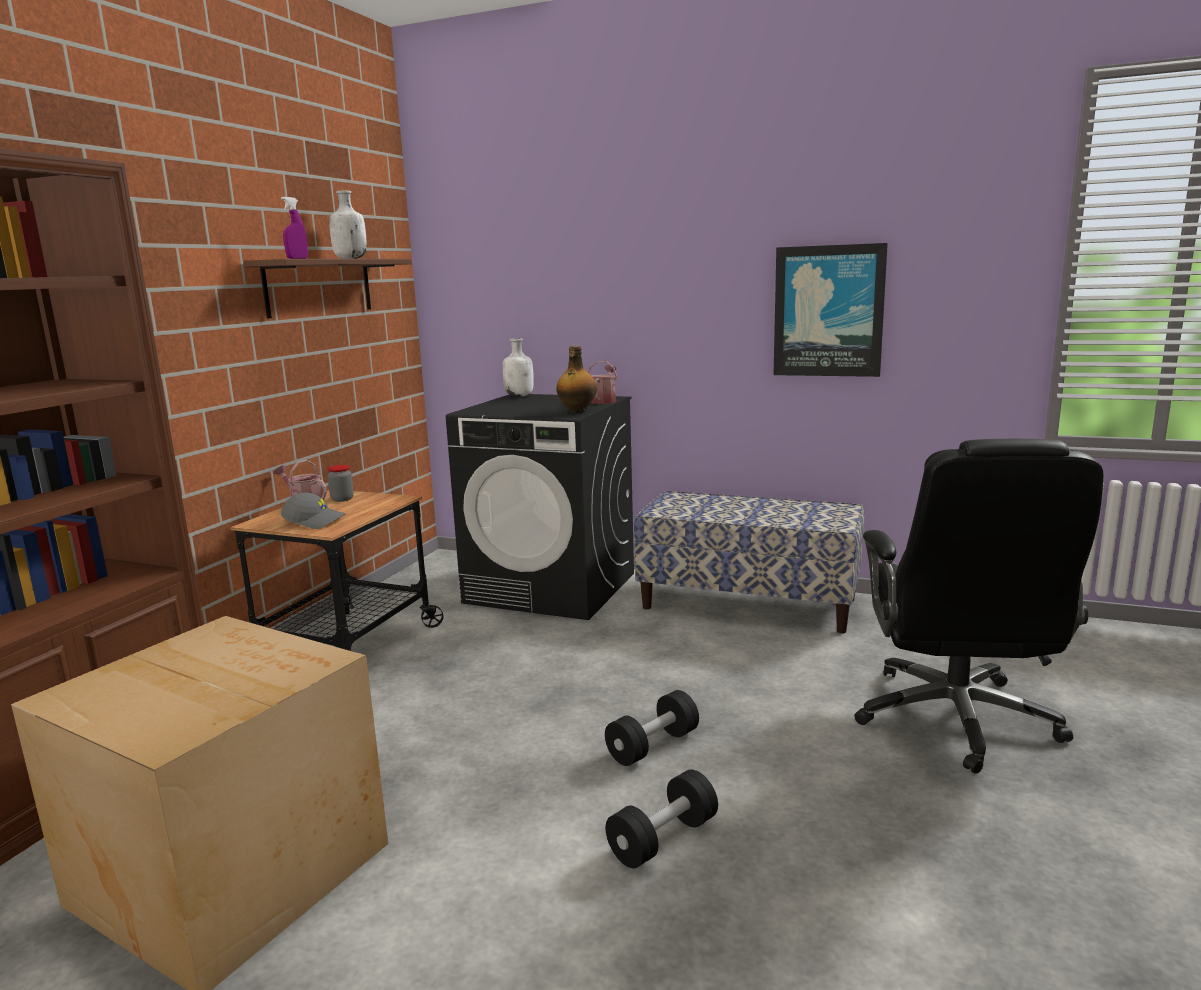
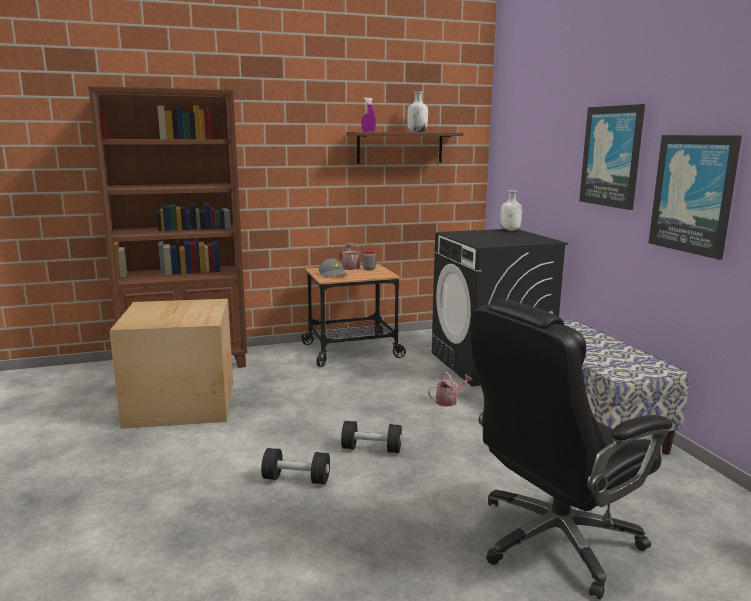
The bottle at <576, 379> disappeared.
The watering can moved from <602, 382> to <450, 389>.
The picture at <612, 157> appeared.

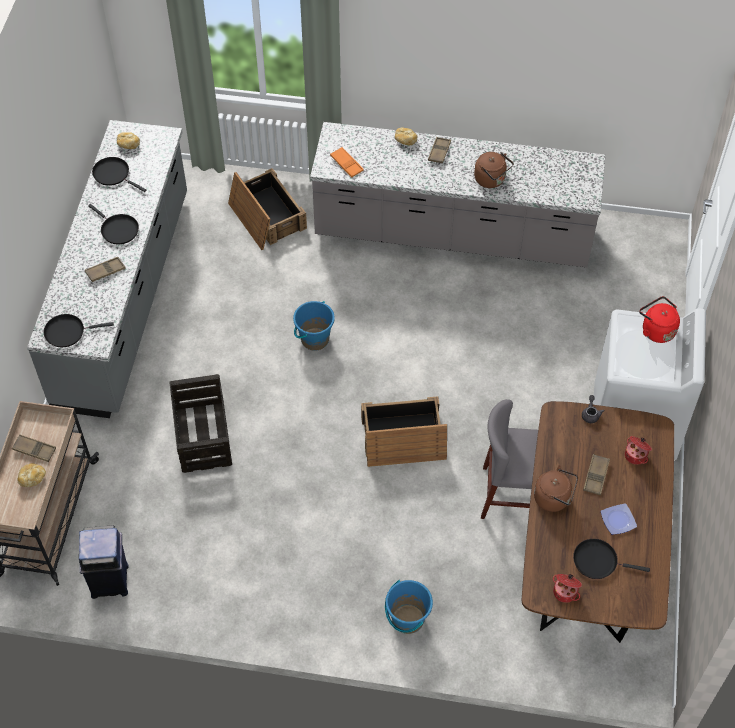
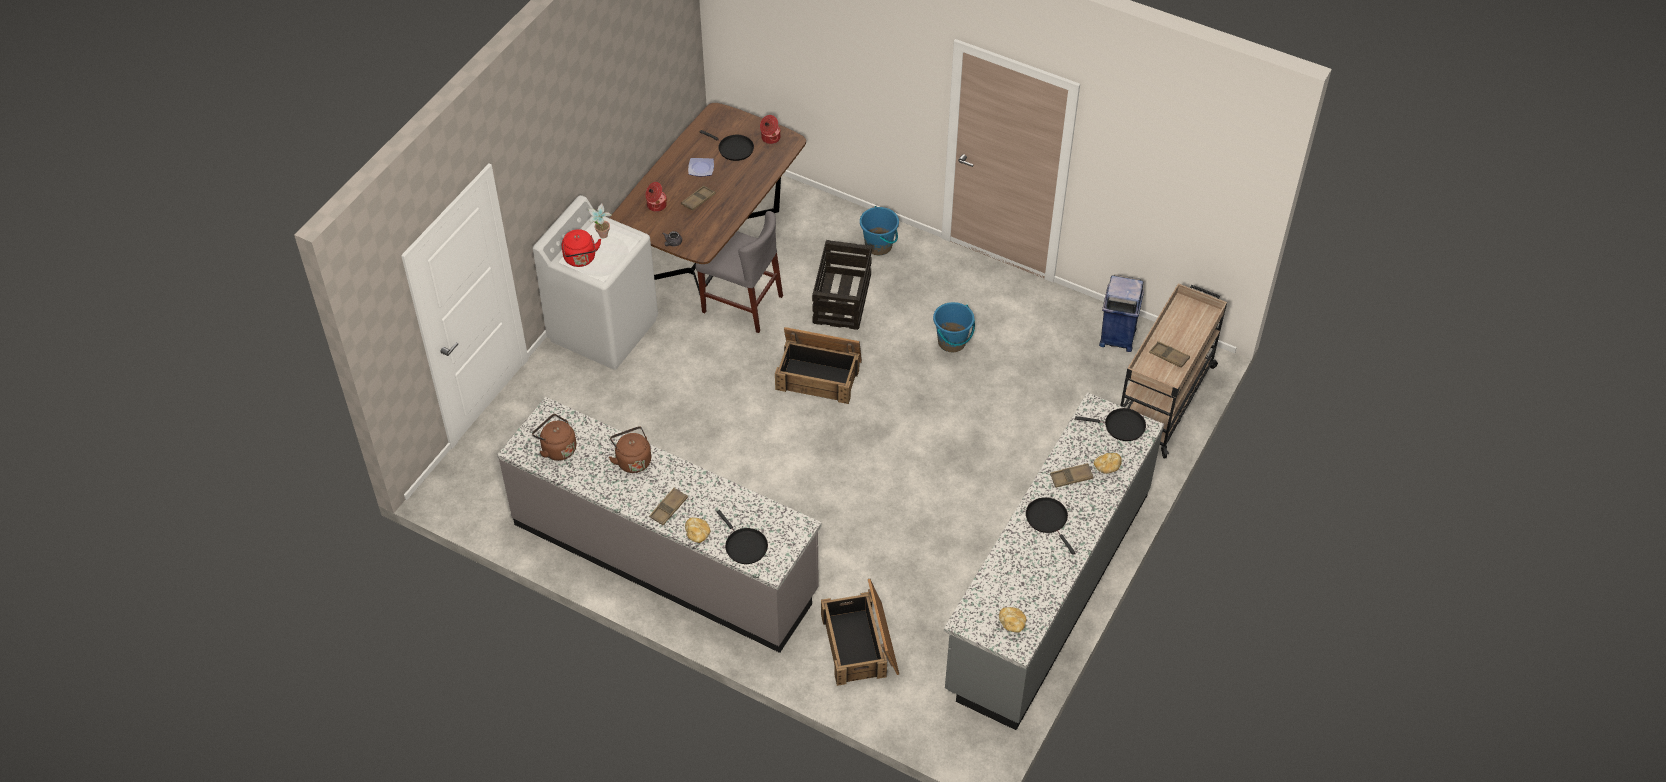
The bread moved from <31, 475> to <1108, 463>.
The frying pan (black) moved from <119, 174> to <742, 537>.
The crate moved from <200, 423> to <842, 285>.
The bucket (blue) moved from <314, 326> to <954, 327>.
The tray (orange) at <347, 162> disappeared.
The kettle (brown) moved from <556, 488> to <554, 437>.
The potted plant at <599, 220> appeared.

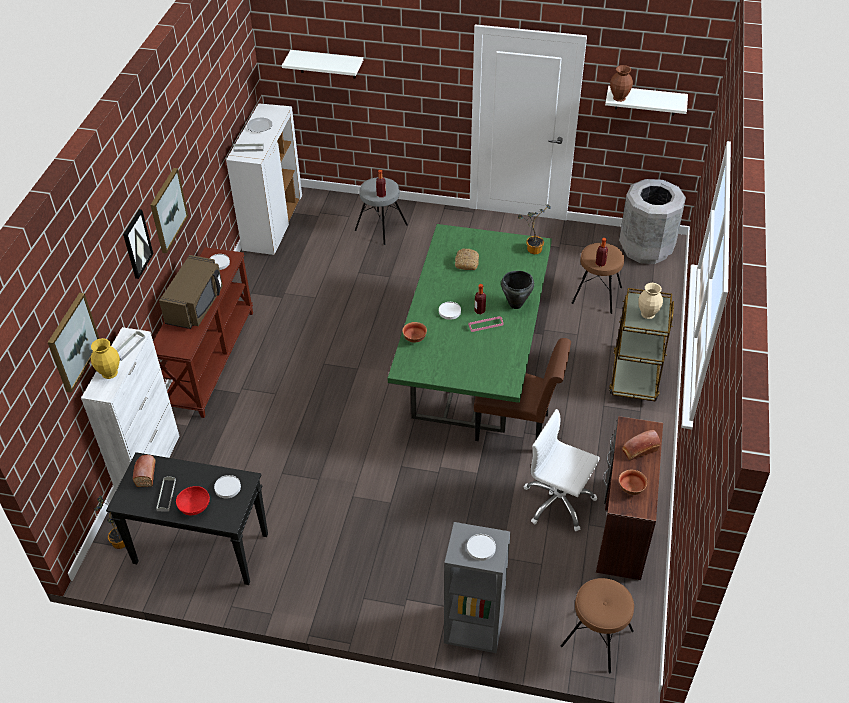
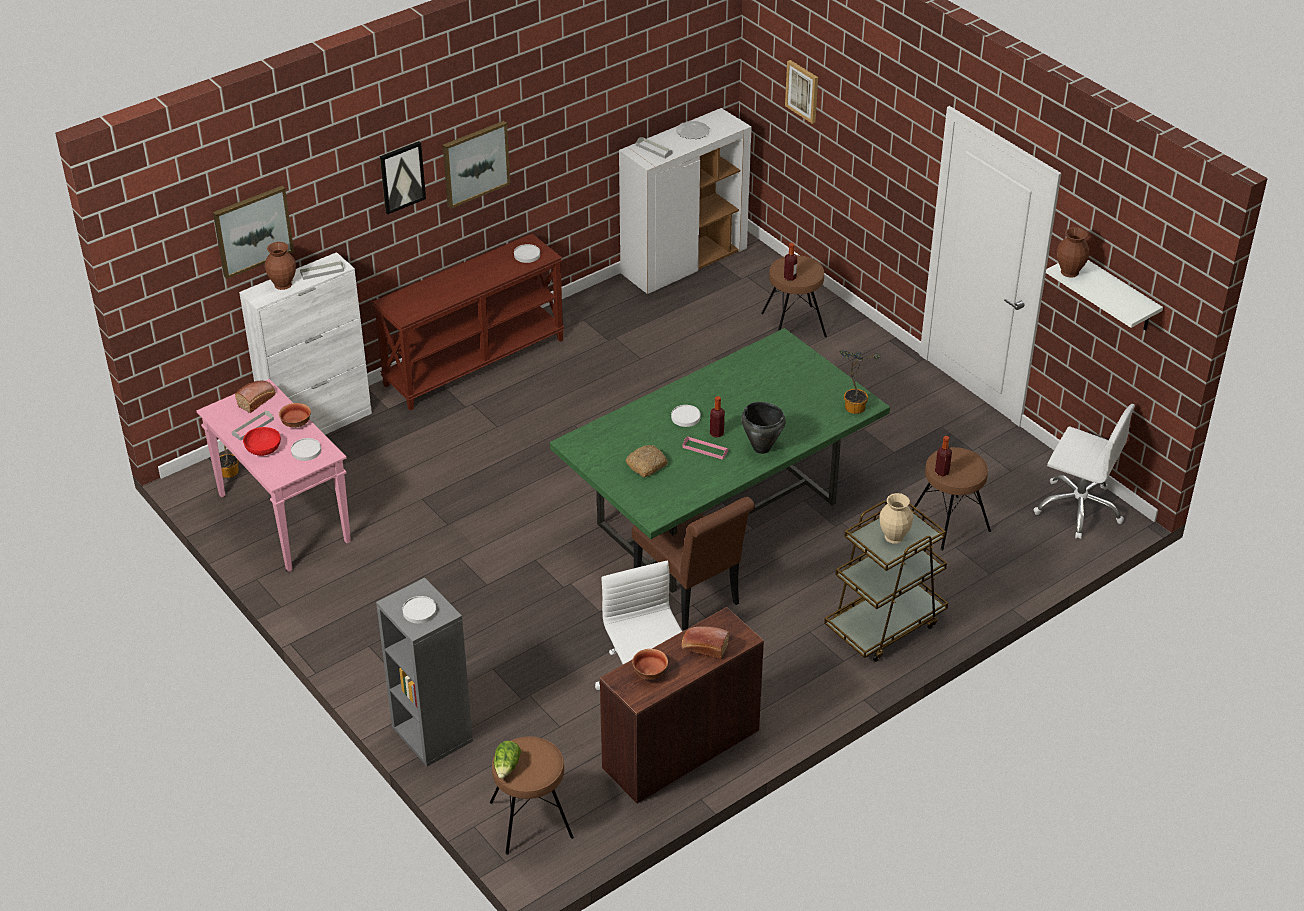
The vase (yellow) at <105, 358> became the vase (brown) at <280, 266>.
The console table (black) at <187, 518> became the console table (pink) at <273, 475>.
The microwave (brown) at <191, 292> disappeared.
The shelf (white) at <322, 64> was replaced by the picture at <801, 92>.
The stool (grey) at <381, 211> became the stool (brown) at <794, 296>.
The bowl moved from <414, 332> to <295, 415>.
The bread moved from <467, 259> to <646, 461>.
The trash can (grey) at <652, 221> was replaced by the office chair (white) at <1084, 471>.
The lettuce at <507, 760> appeared.

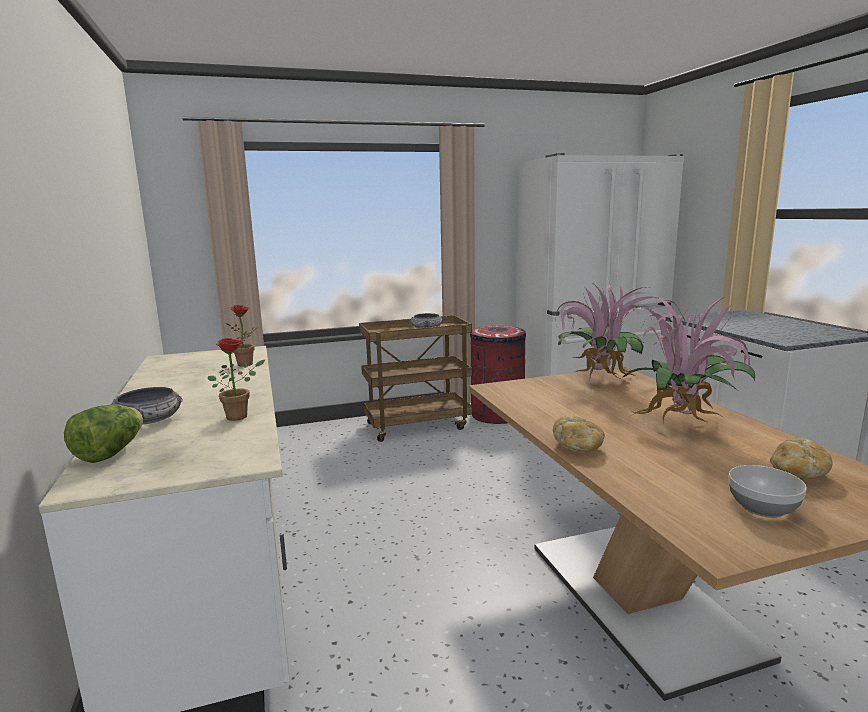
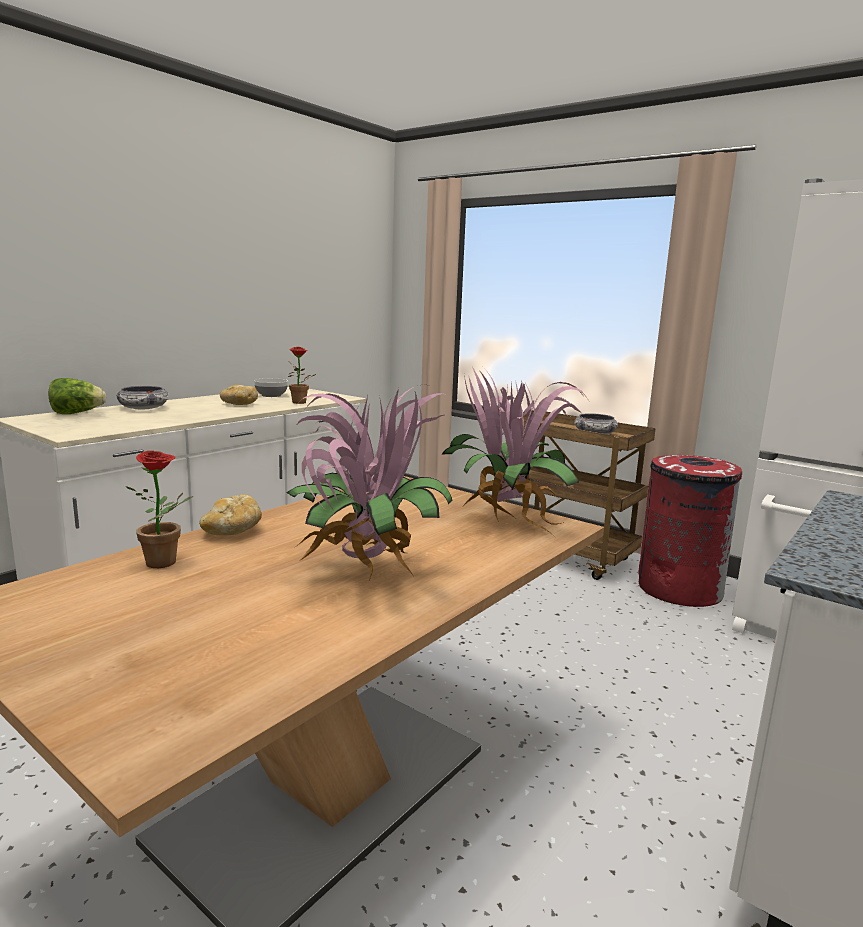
The potted plant moved from <236, 379> to <159, 509>.
The bowl moved from <768, 491> to <271, 387>.
The bread moved from <801, 458> to <239, 395>.

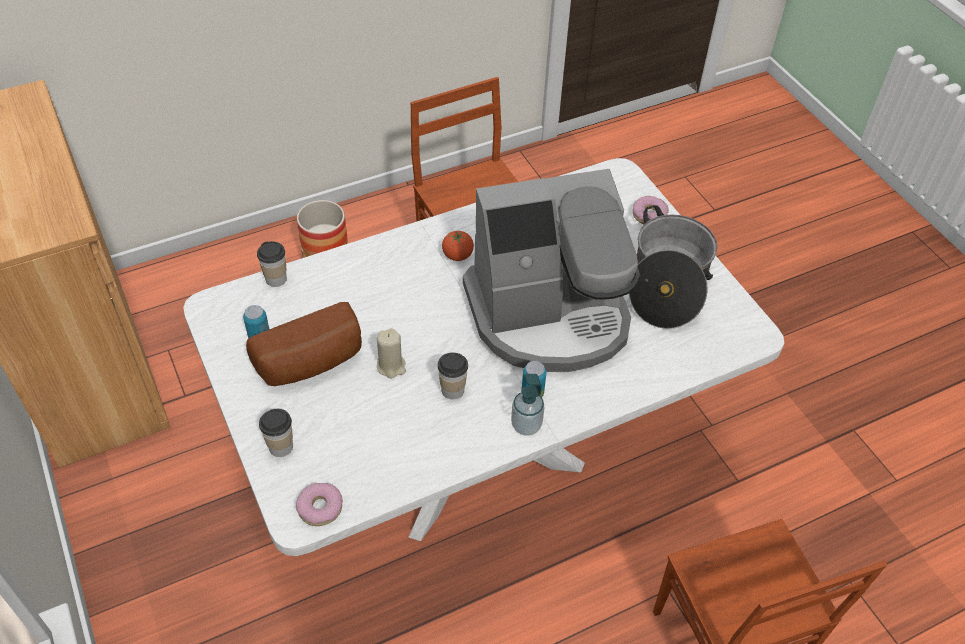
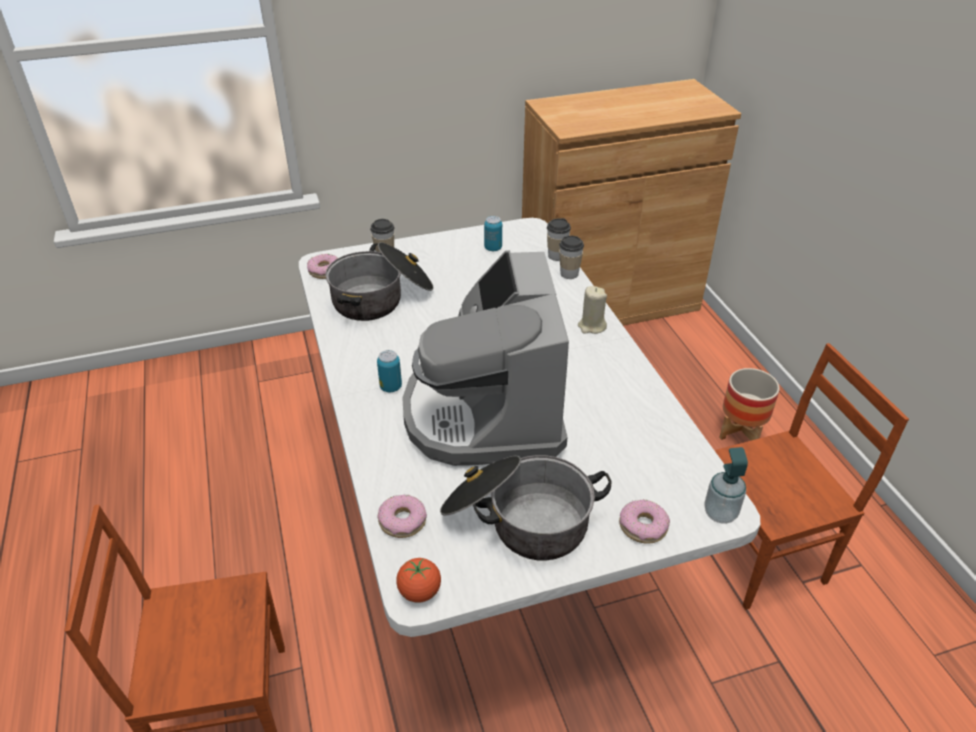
The bread at <304, 344> disappeared.
The candle (beige) moved from <391, 353> to <592, 310>.
The cup moved from <453, 376> to <571, 257>.
The tomato moved from <458, 246> to <418, 580>.
The soap dispenser moved from <528, 405> to <726, 485>.
The cooking pot at <379, 281> appeared.
The donut at <402, 516> appeared.

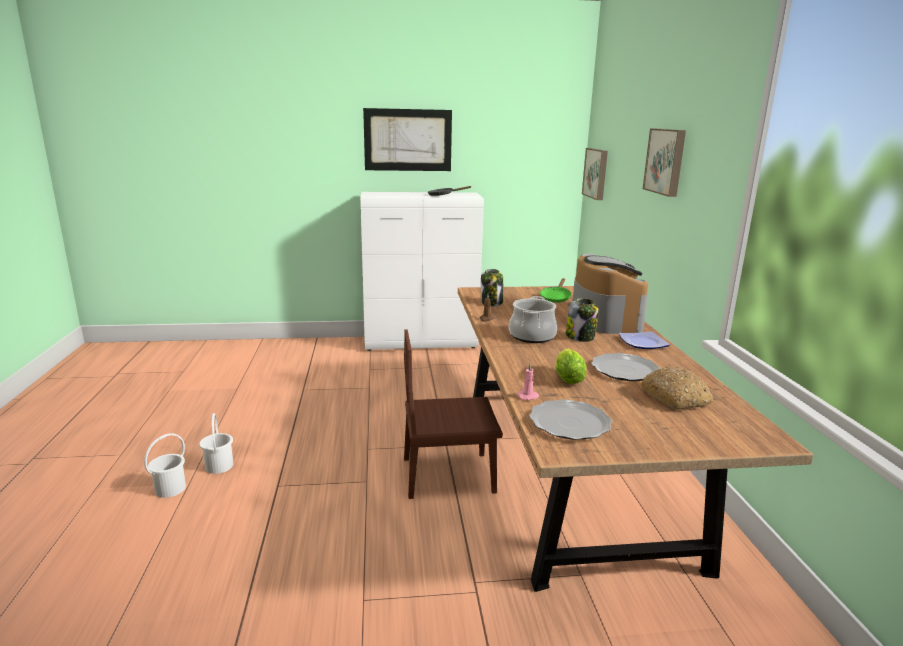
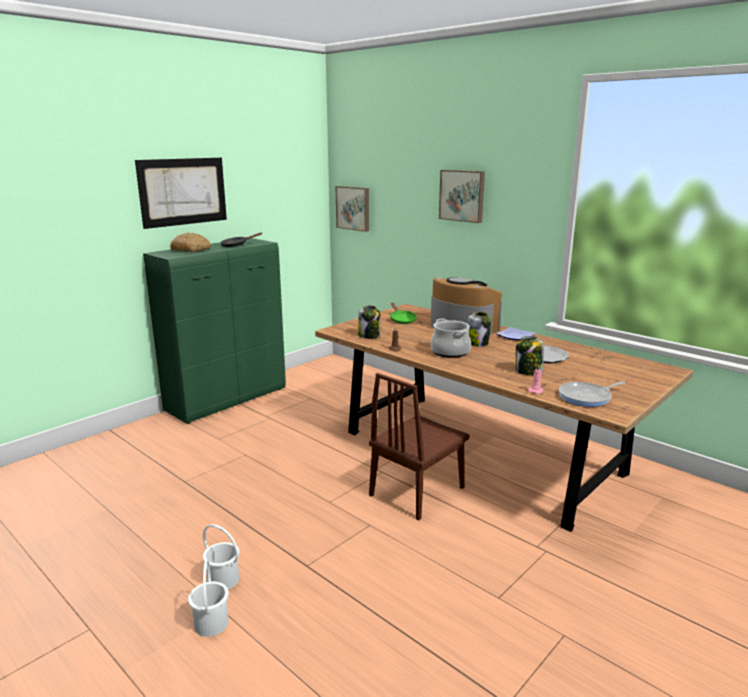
The cabinet (white) at <422, 271> became the cabinet (green) at <214, 331>.
The plate at <570, 419> was replaced by the frying pan at <592, 394>.
The lettuce at <571, 366> was replaced by the jar at <530, 355>.
The bread moved from <677, 388> to <190, 242>.

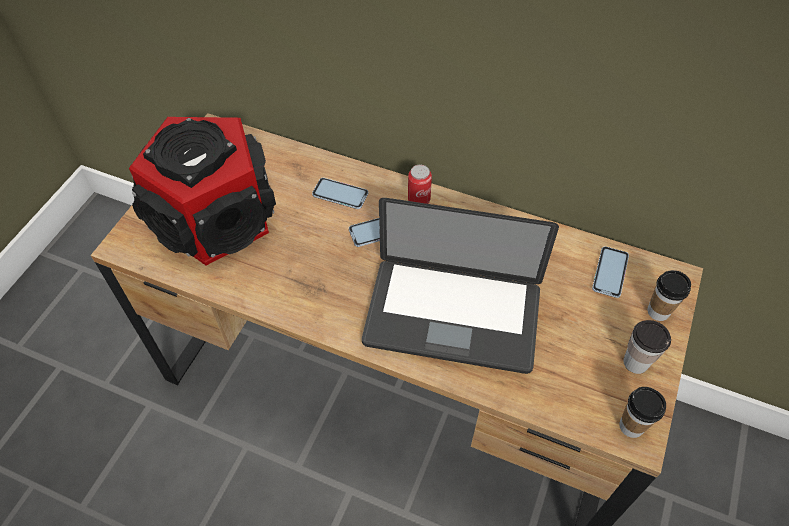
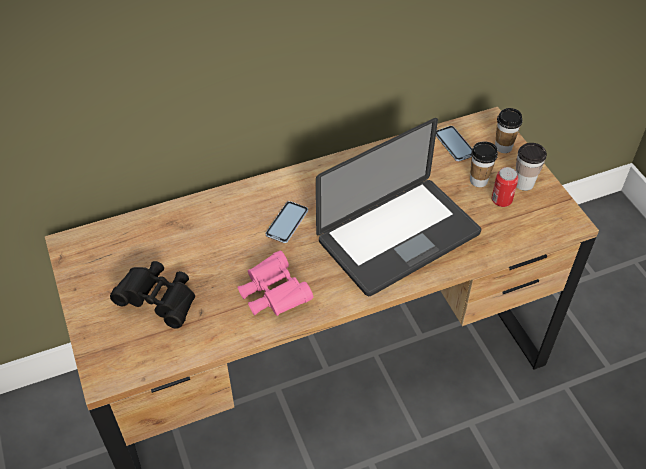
The speaker at <202, 191> was replaced by the binoculars (black) at <152, 295>.
The phone at <340, 193> disappeared.
The can moved from <420, 184> to <505, 187>.
The cup moved from <642, 412> to <484, 164>.
The binoculars (pink) at <275, 283> appeared.

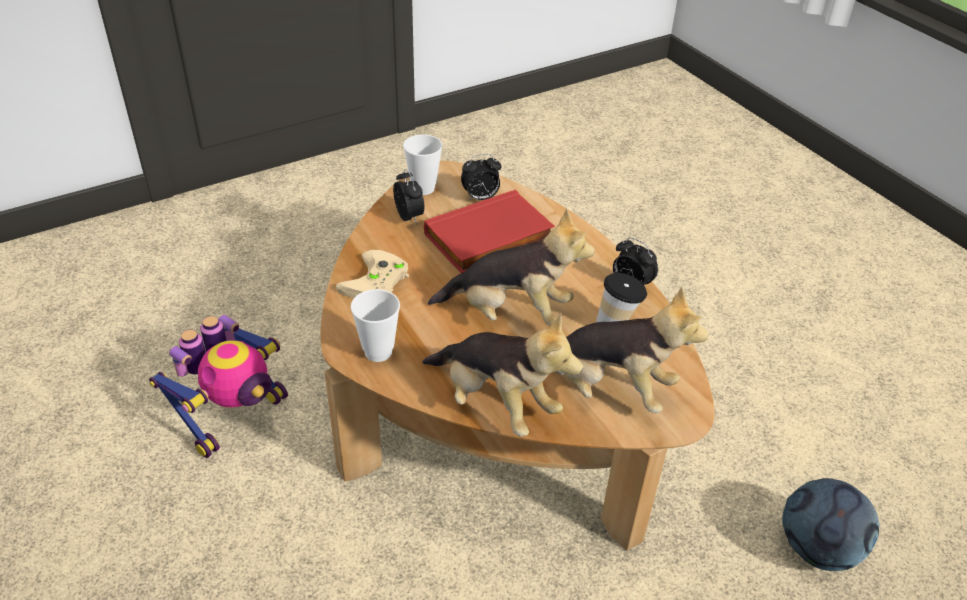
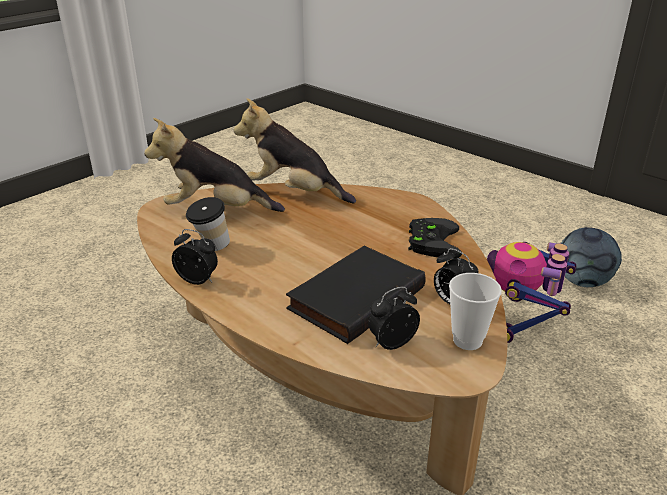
The game controller (beige) at <372, 274> became the game controller (black) at <435, 238>.
The cup at <375, 325> disappeared.
The book (red) at <489, 231> became the book (black) at <356, 295>.
The plush toy at <511, 267> disappeared.
The football moved from <830, 524> to <591, 257>.

